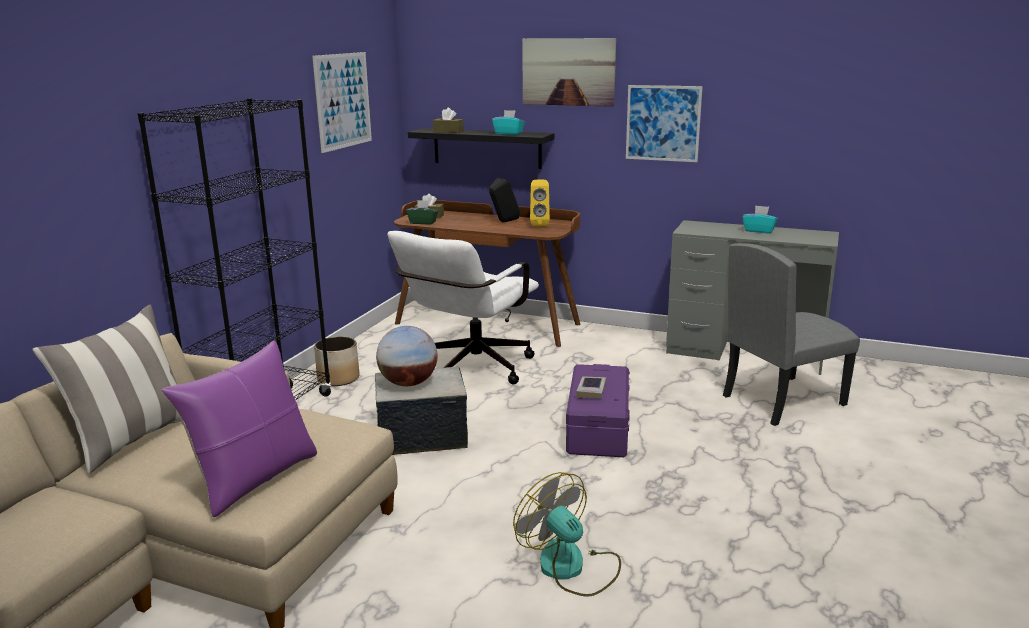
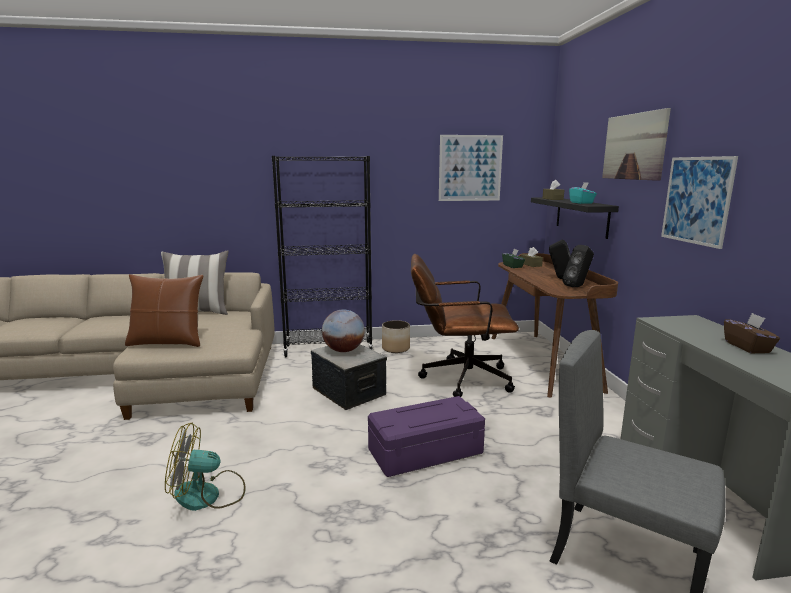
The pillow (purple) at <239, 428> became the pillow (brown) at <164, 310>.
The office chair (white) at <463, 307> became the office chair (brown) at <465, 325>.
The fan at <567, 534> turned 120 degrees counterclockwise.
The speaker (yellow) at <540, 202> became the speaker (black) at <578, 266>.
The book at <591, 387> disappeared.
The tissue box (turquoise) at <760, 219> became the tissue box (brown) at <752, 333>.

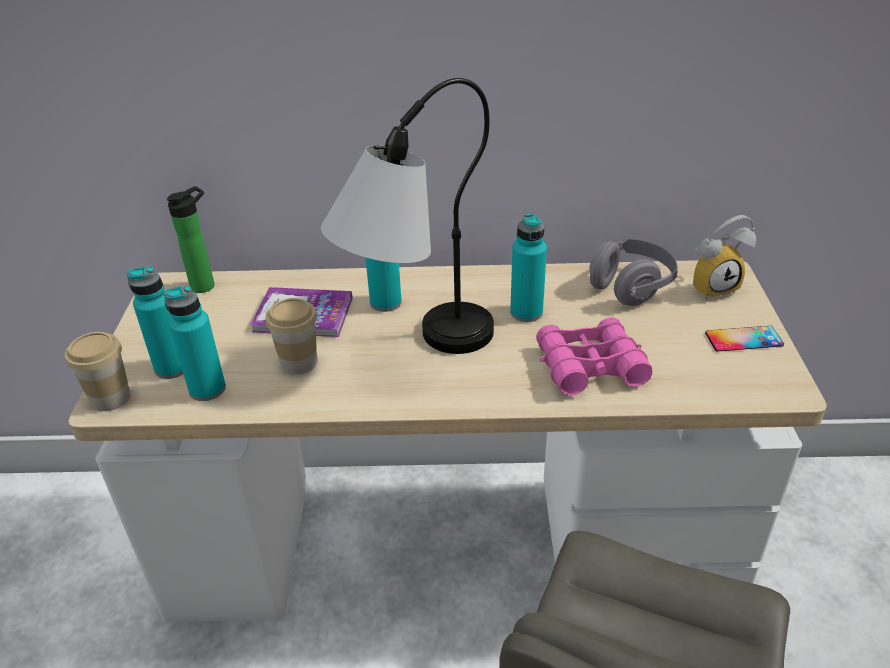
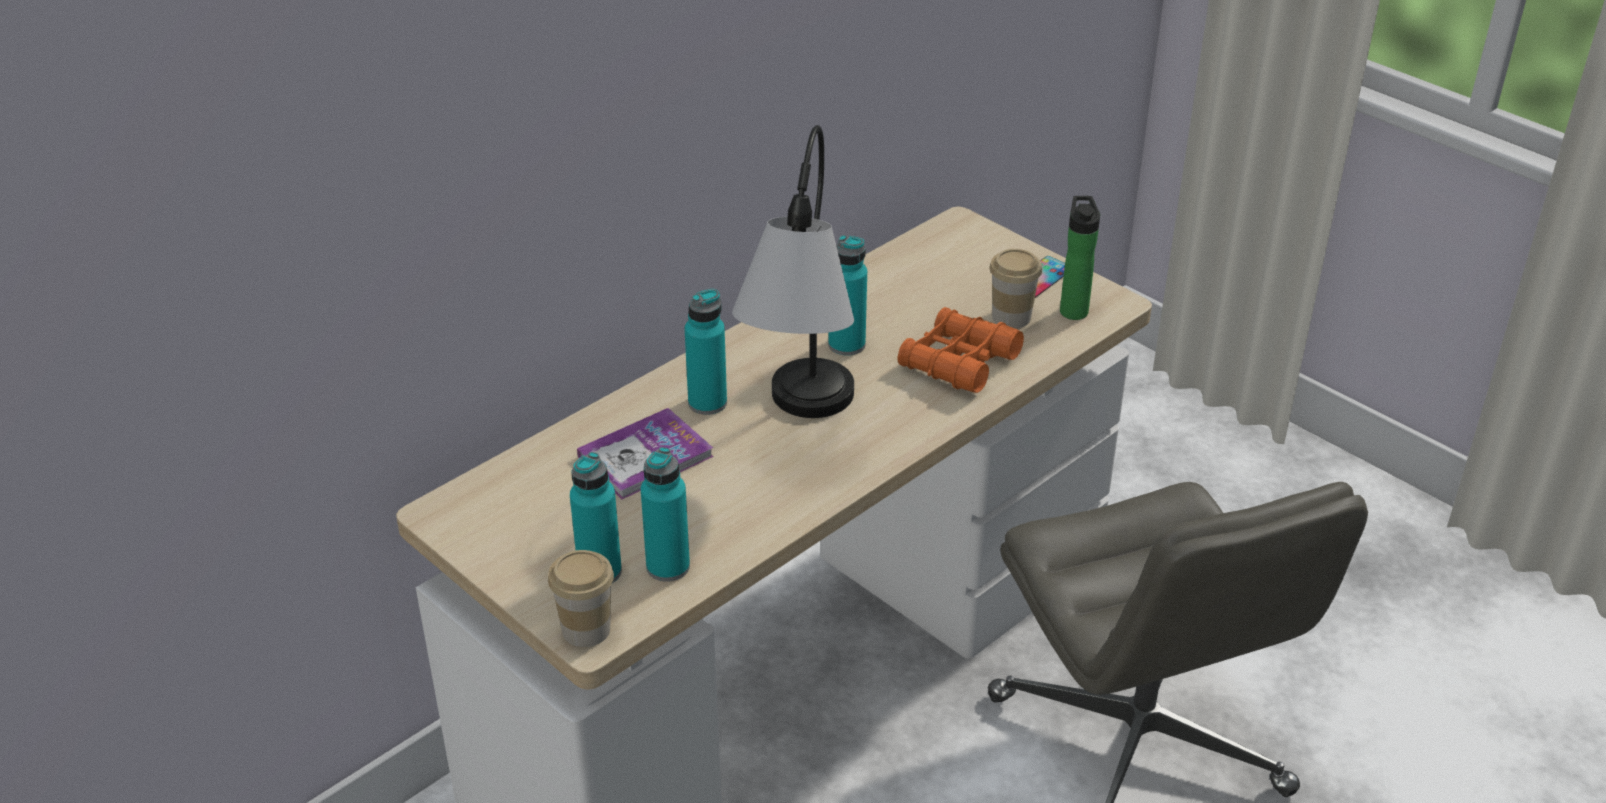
The bottle moved from <191, 239> to <1080, 258>.
The cup moved from <291, 336> to <1016, 289>.
The binoculars (pink) at <594, 356> became the binoculars (orange) at <961, 350>.
The headphones (grey) at <633, 272> disappeared.
The alarm clock at <724, 257> disappeared.

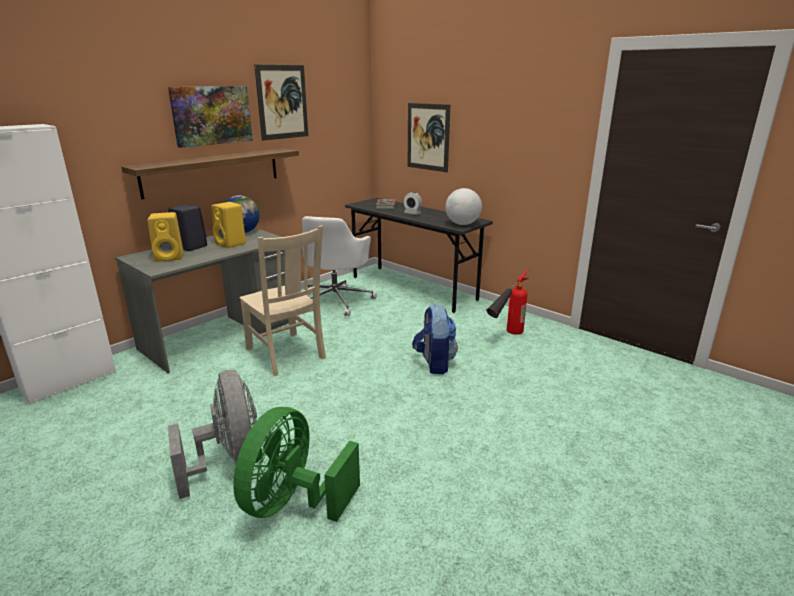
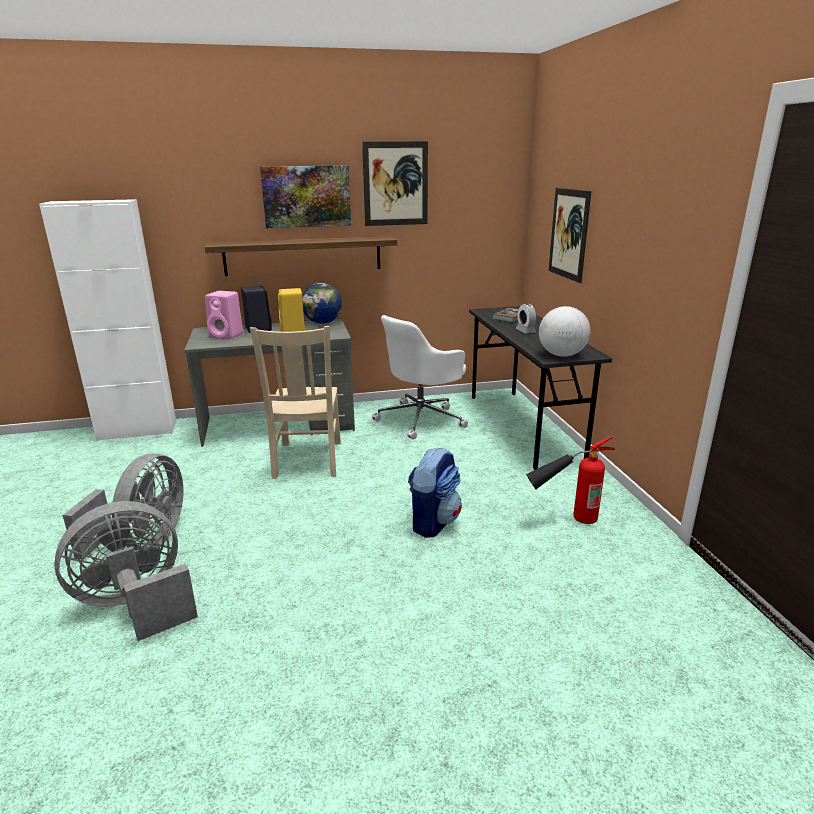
The speaker (yellow) at <166, 237> became the speaker (pink) at <224, 315>.
The fan (green) at <296, 464> became the fan (grey) at <126, 571>.

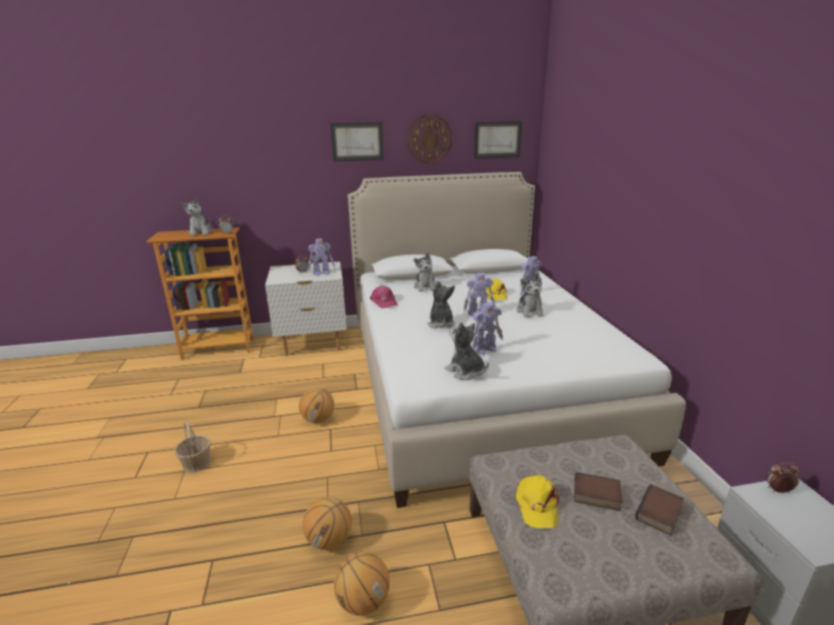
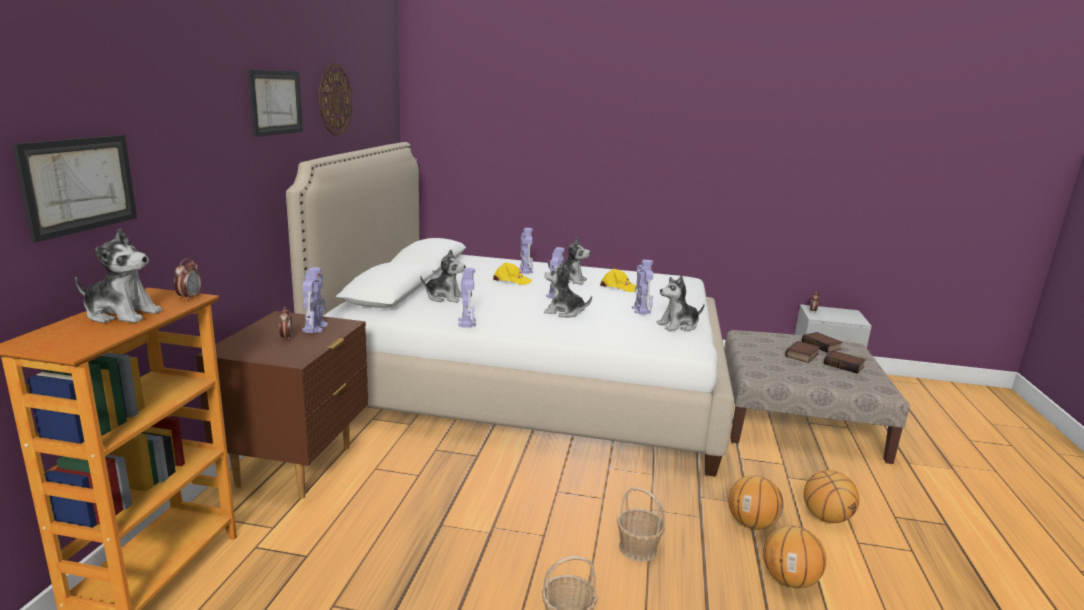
The nightstand (white) at <306, 308> became the nightstand (brown) at <282, 405>.
The basketball moved from <316, 405> to <794, 557>.
The cap (pink) at <384, 296> was replaced by the toy robot at <467, 297>.
The picture moved from <498, 140> to <74, 188>.
The cap (yellow) moved from <537, 501> to <618, 280>.
The basket at <641, 524> appeared.
The book at <845, 362> appeared.

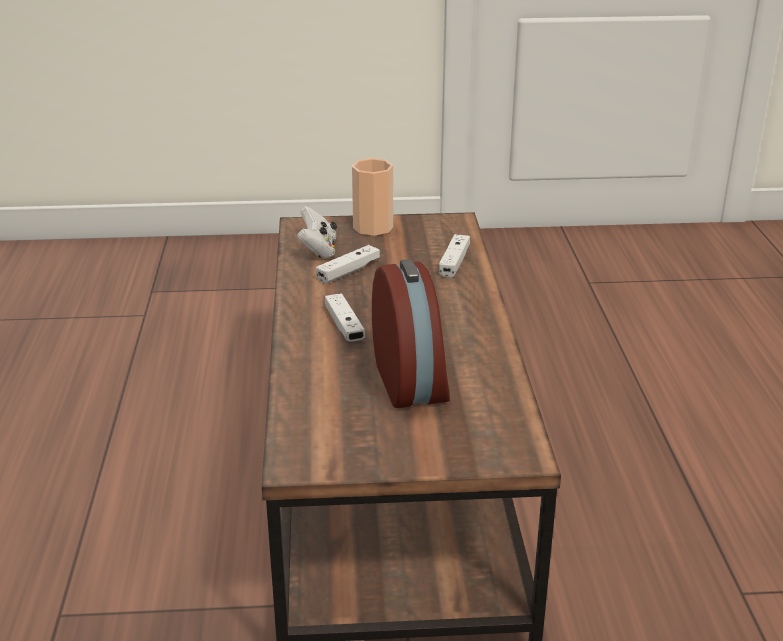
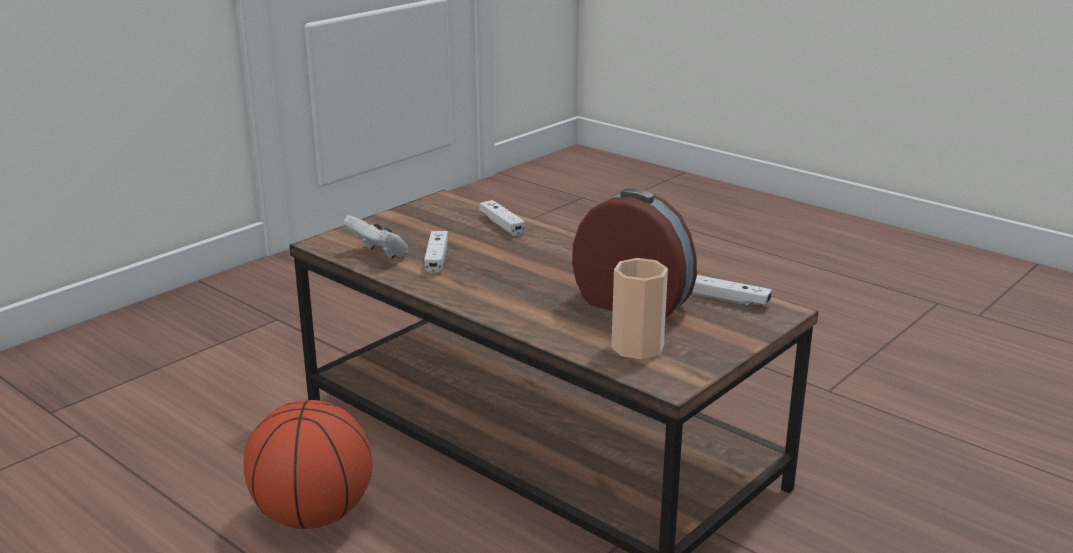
The game controller (white) moved from <345, 317> to <731, 290>.
The cup moved from <372, 197> to <639, 309>.
The basketball at <308, 464> appeared.

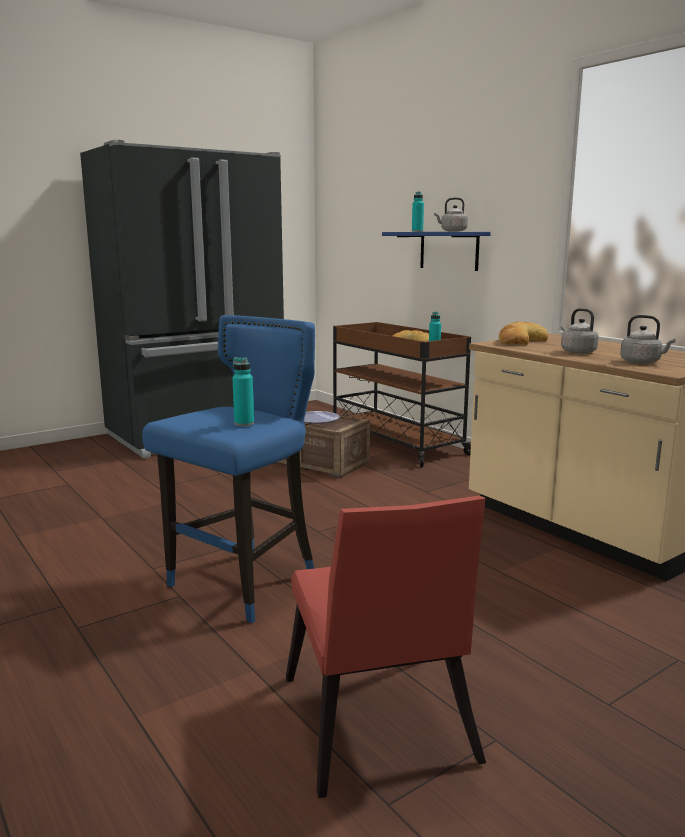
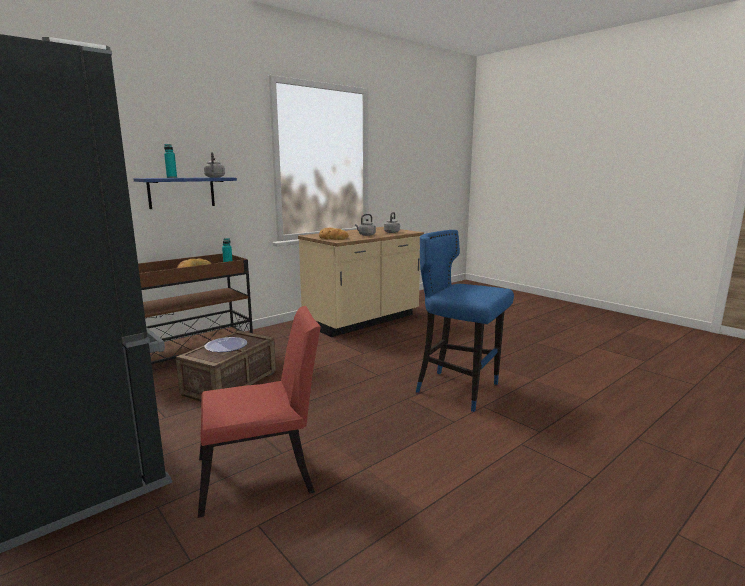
The bottle (turquoise) at <243, 391> disappeared.
The chair (red) moved from <386, 647> to <259, 412>.

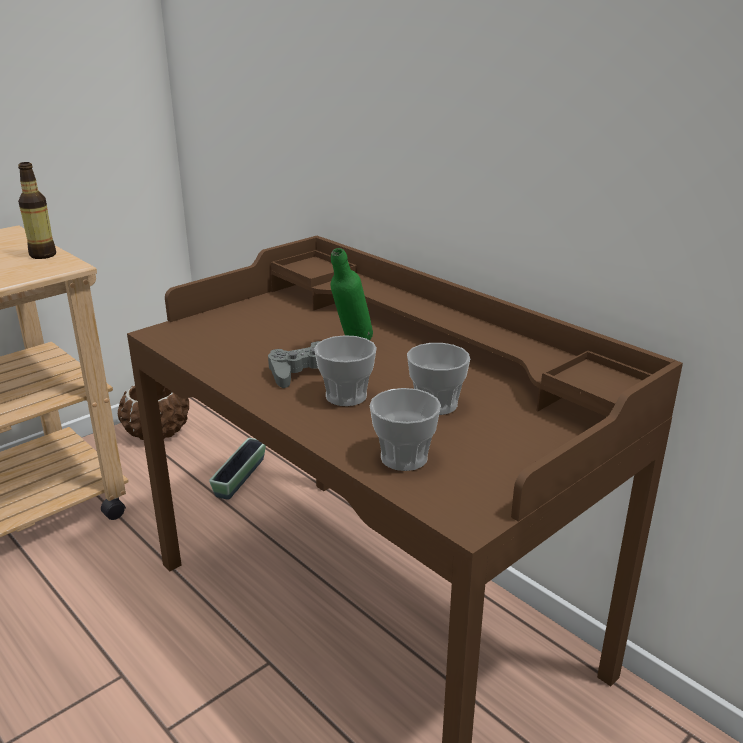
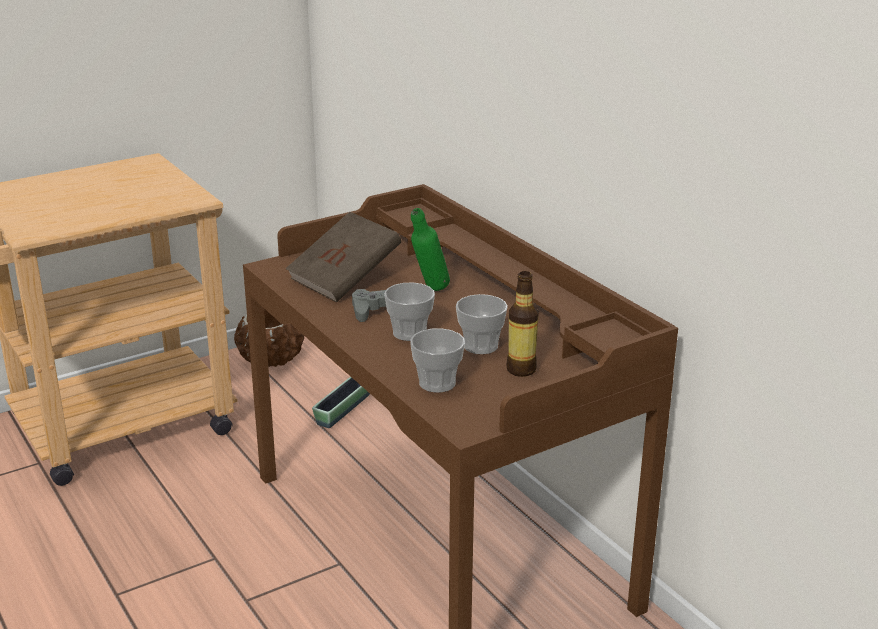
The bottle moved from <37, 210> to <523, 324>.
The book (brown) at <343, 257> appeared.

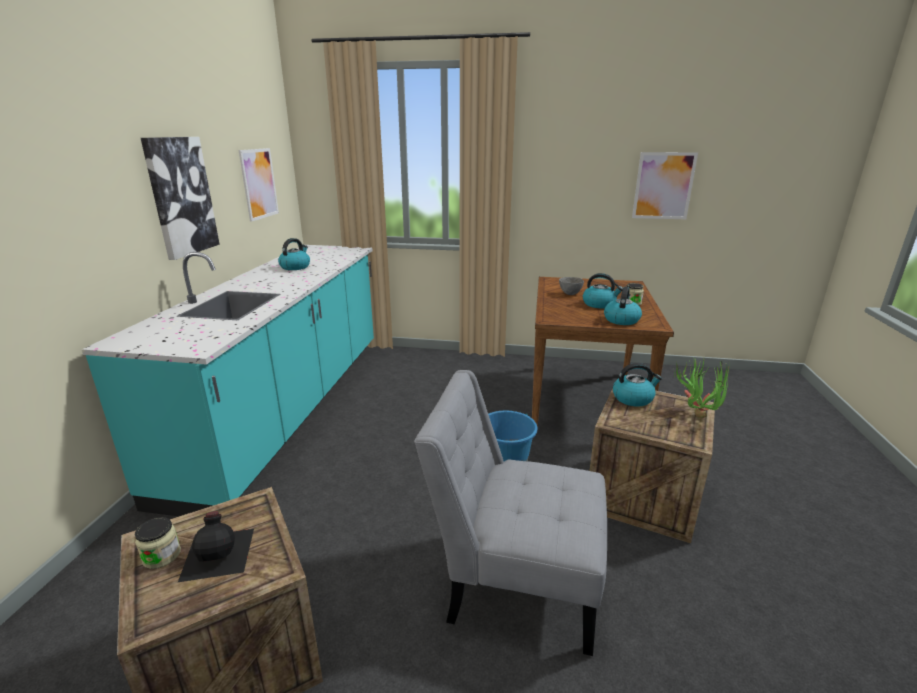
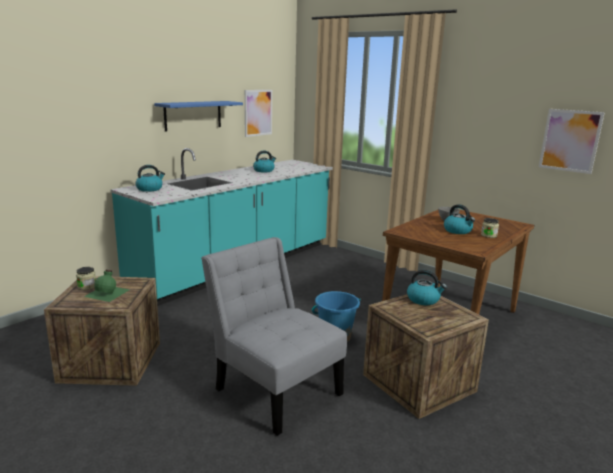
The picture at <180, 198> was replaced by the shelf (blue) at <198, 116>.
The bottle (black) at <216, 546> became the bottle (green) at <106, 286>.
The kettle moved from <623, 306> to <150, 178>.
The potted plant at <701, 388> disappeared.

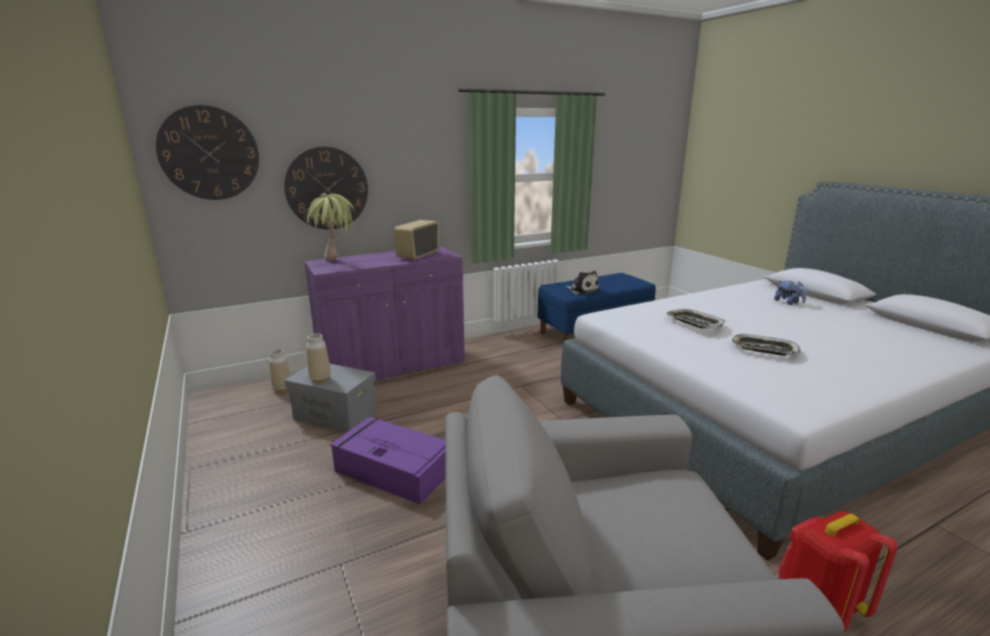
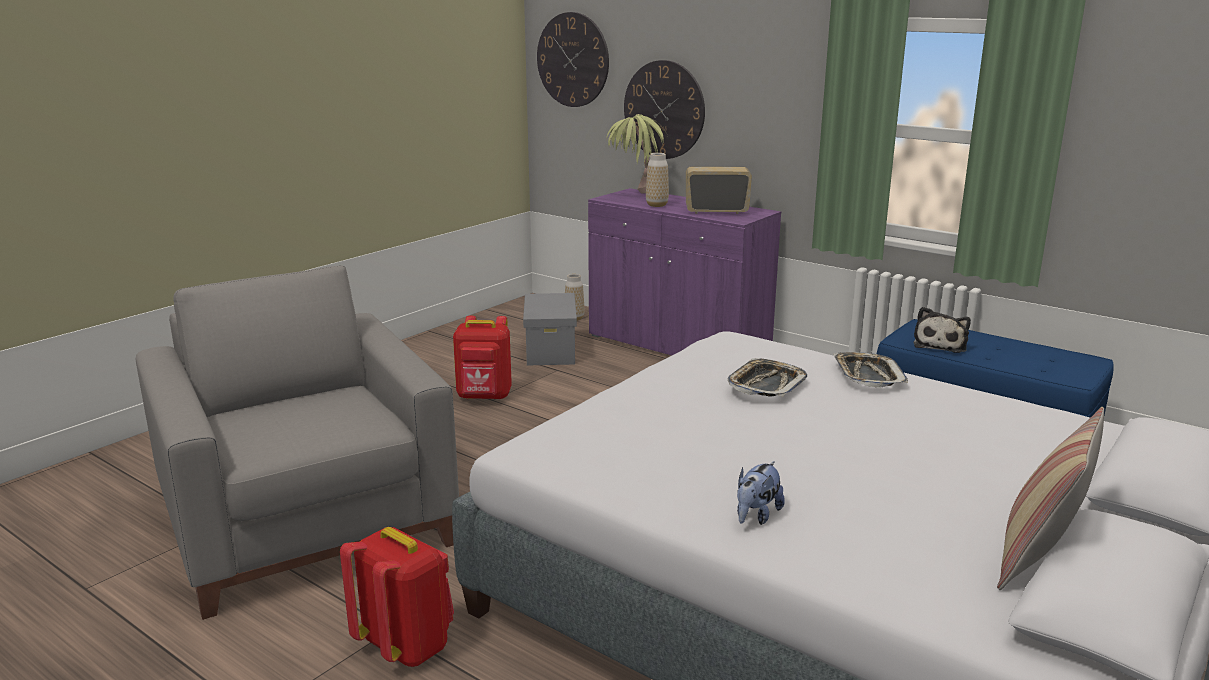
The vase moved from <318, 358> to <657, 180>.
The storage box (purple) at <388, 460> was replaced by the backpack (red) at <482, 357>.
The tray moved from <766, 345> to <870, 370>.
The plush toy moved from <790, 293> to <761, 493>.
The pillow at <1050, 498> appeared.

